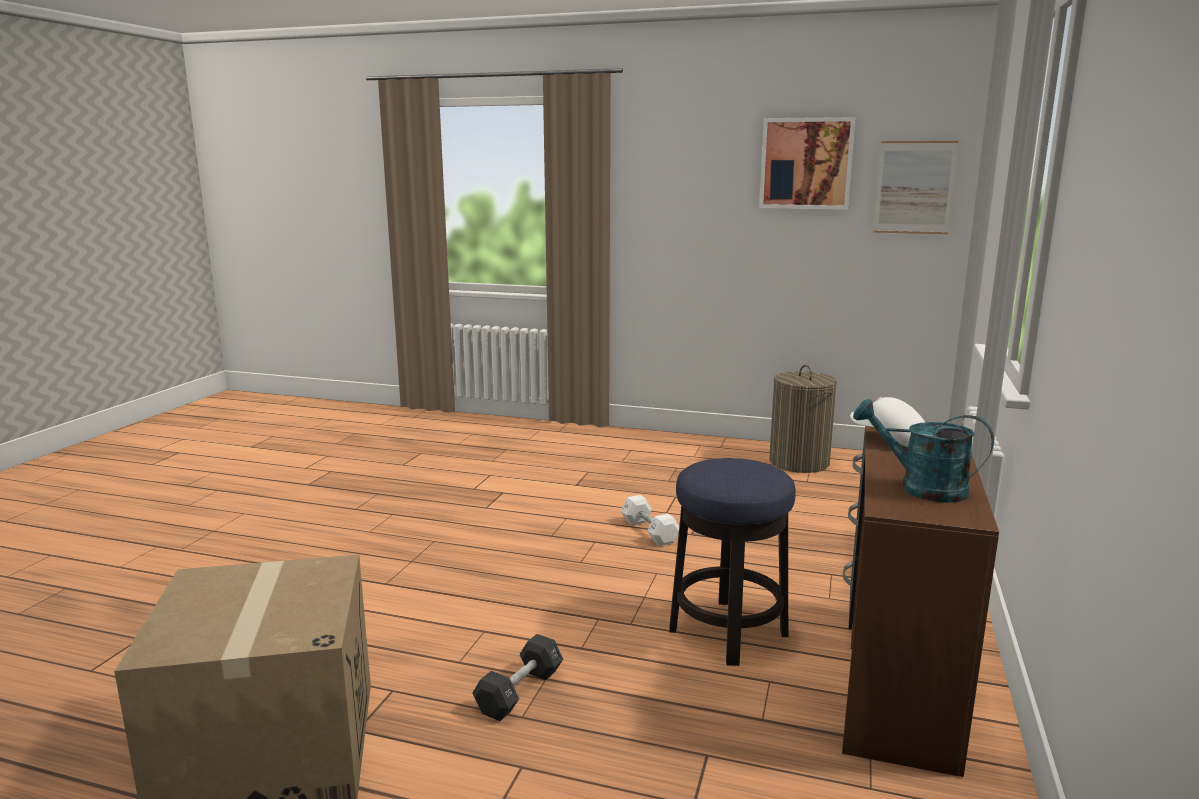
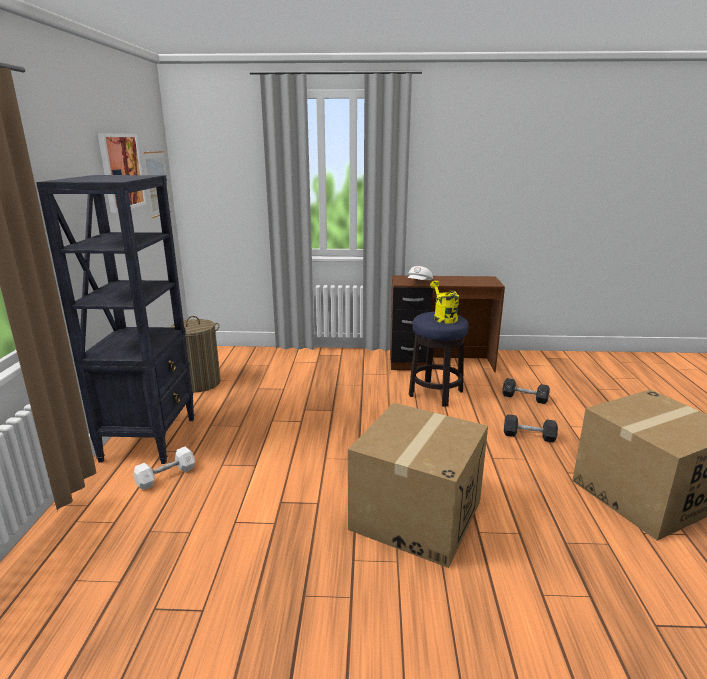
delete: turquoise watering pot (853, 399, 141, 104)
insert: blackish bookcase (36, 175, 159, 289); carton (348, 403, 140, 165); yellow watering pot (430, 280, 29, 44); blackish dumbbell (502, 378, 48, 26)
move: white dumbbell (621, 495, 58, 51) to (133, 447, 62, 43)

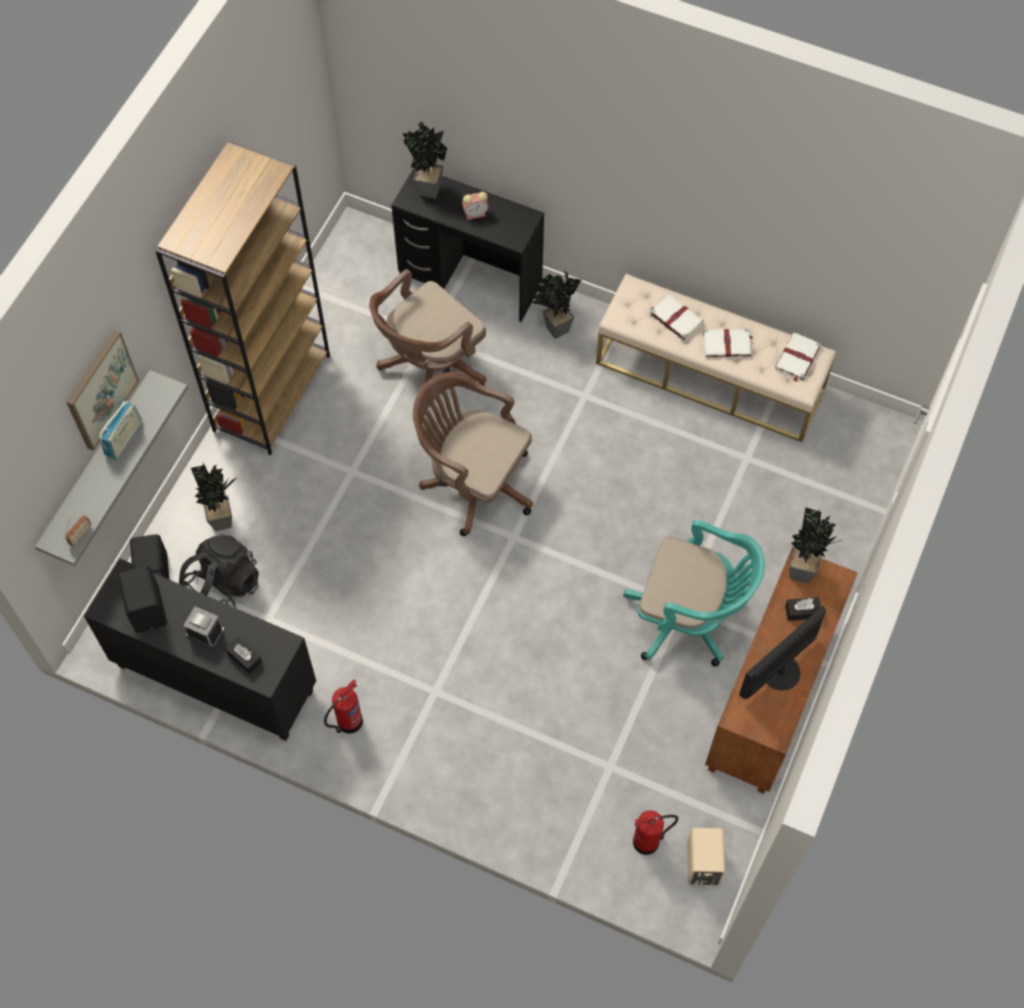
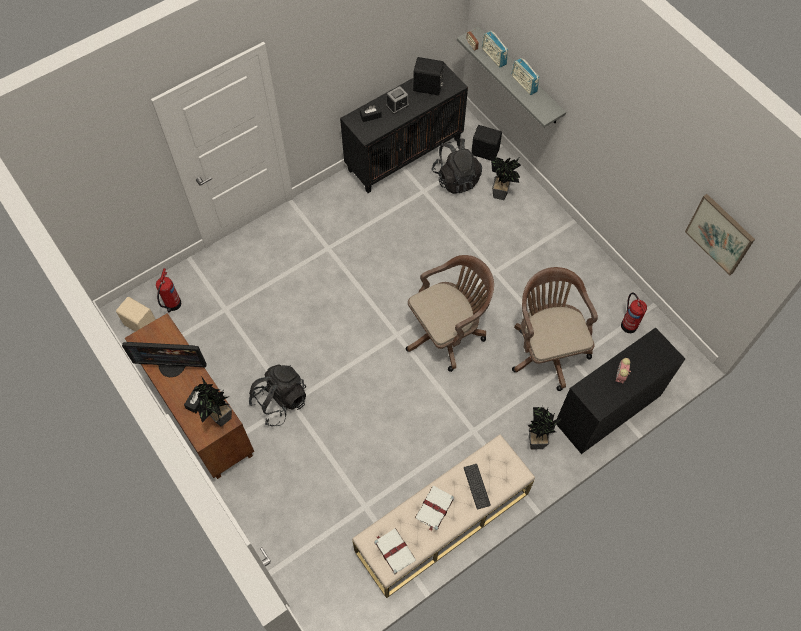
delete: brown bookcase (155, 141, 175, 314); plant in a pot (402, 122, 45, 77)
insert: radio (482, 31, 26, 37)
move: wall art (66, 330, 73, 121) to (685, 194, 70, 82); fire extinguisher (324, 680, 39, 54) to (621, 293, 26, 40)
replace: turquoise desk chair (623, 520, 142, 147) to blackish rucksack (249, 364, 57, 62); white book (650, 294, 53, 46) to computer keyboard (464, 464, 27, 46)
rotate: computer screen (739, 606, 87, 93) = (122, 342, 85, 35) 105 degrees clockwise

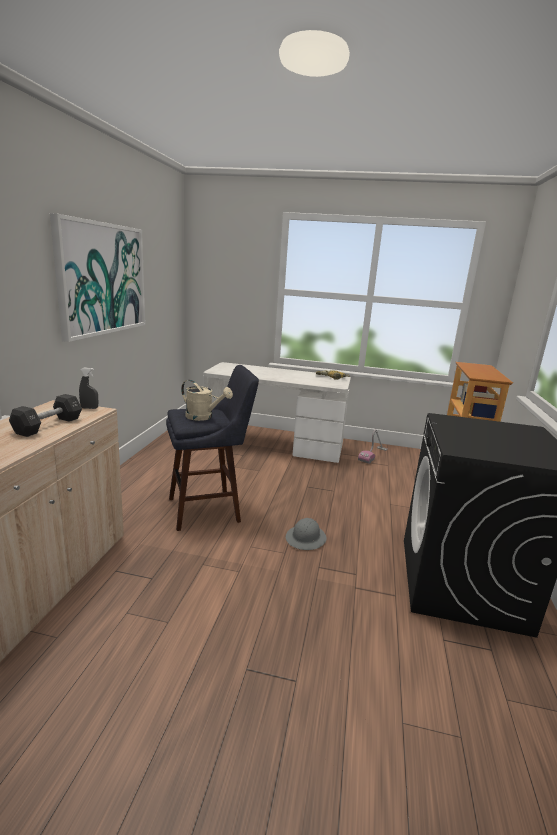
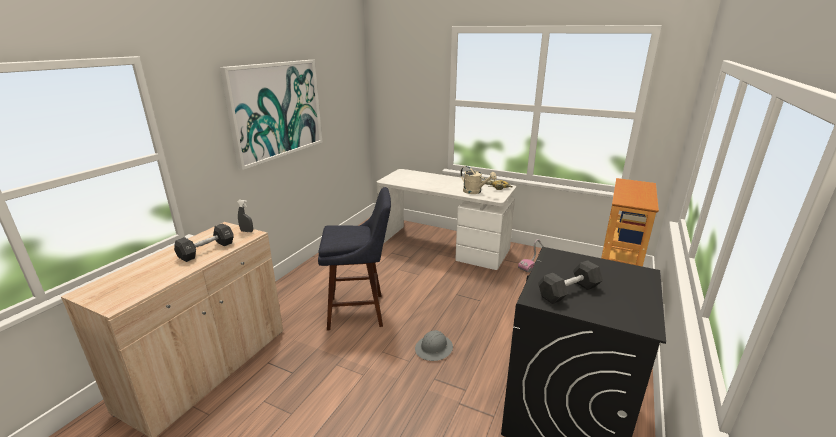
insert: blackish dumbbell (538, 260, 65, 44)
move: beige watering pot (181, 380, 52, 41) to (461, 166, 36, 28)

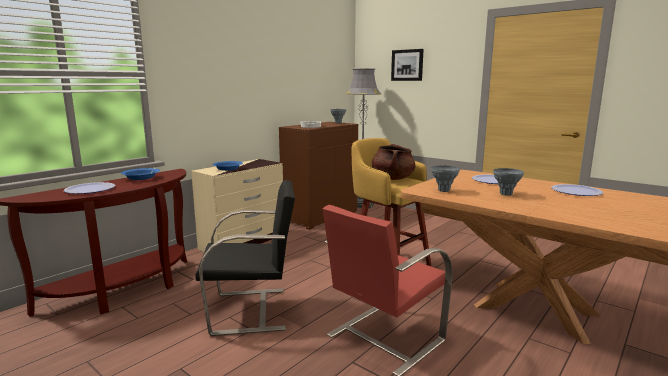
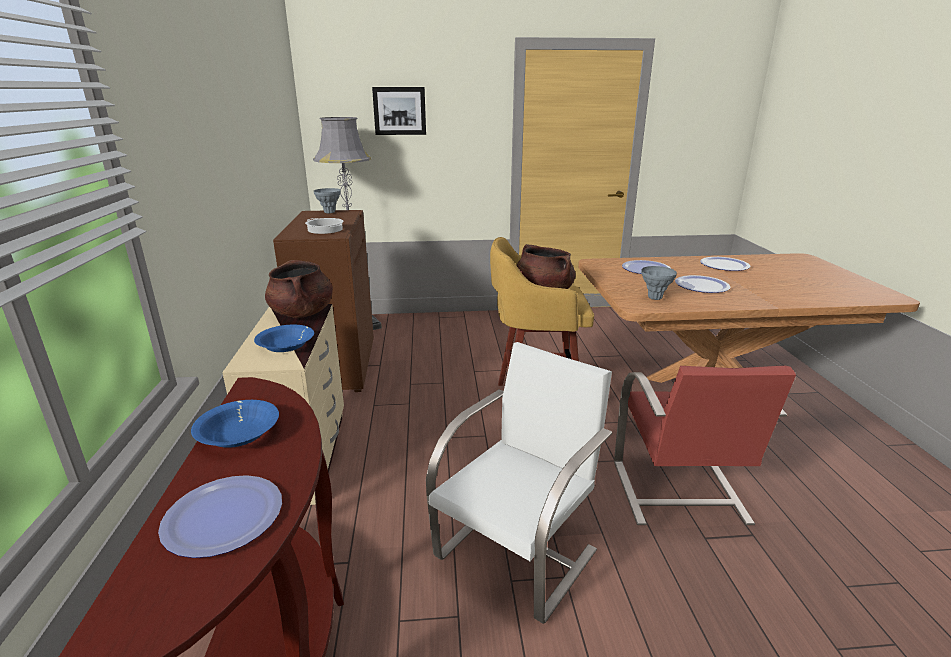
insert: brown stockpot (265, 260, 68, 58)
replace: greyish flower vase (493, 168, 31, 28) to flat dish (675, 275, 55, 18)
recolor: blackish upright chair (196, 180, 99, 156) to white upright chair (426, 342, 186, 282)

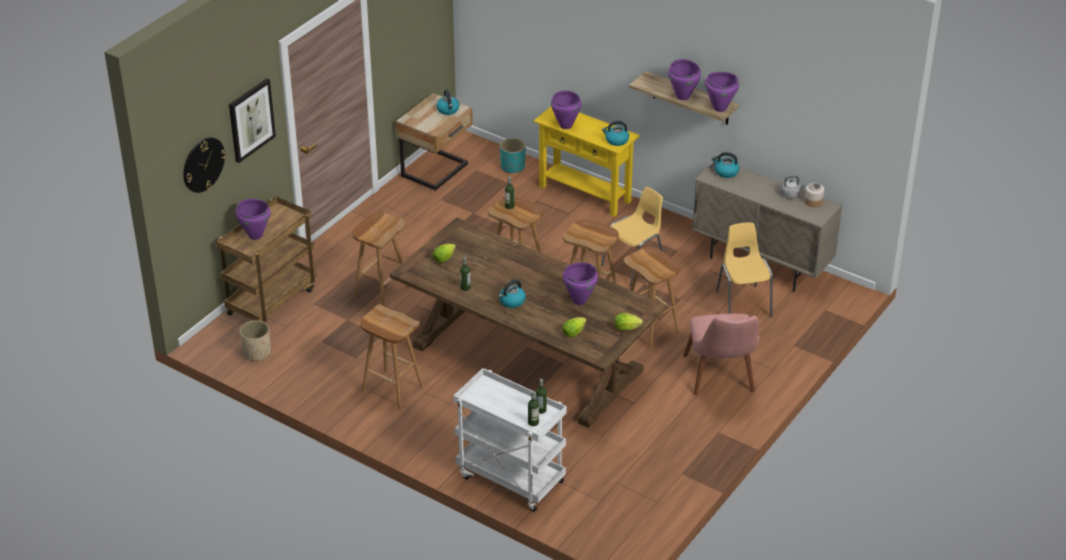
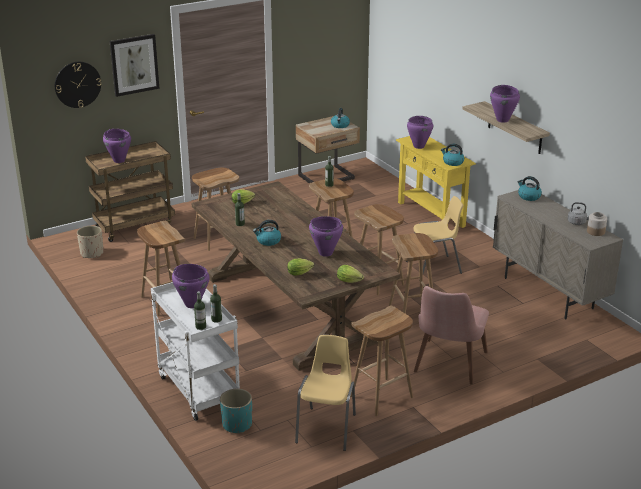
insert: brown stool (350, 305, 63, 111)
move: turquoise flower pot (500, 138, 26, 35) to (220, 389, 32, 44); purple-coloured stockpot (705, 72, 34, 40) to (172, 264, 38, 44); yellow upright chair (716, 223, 57, 94) to (295, 335, 61, 116)

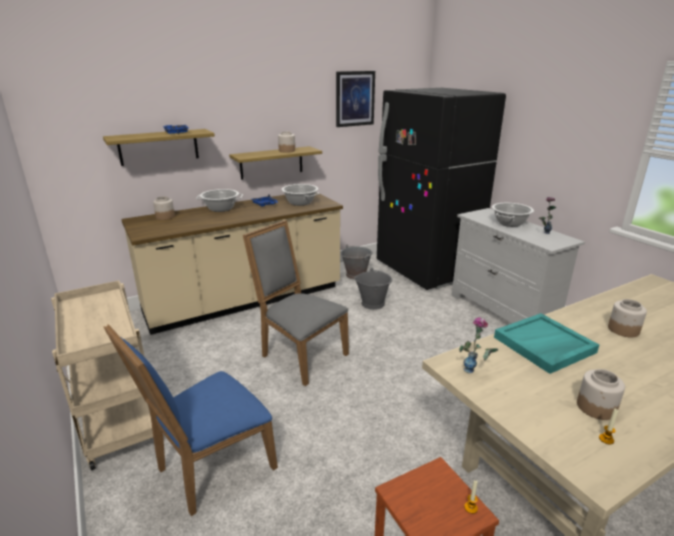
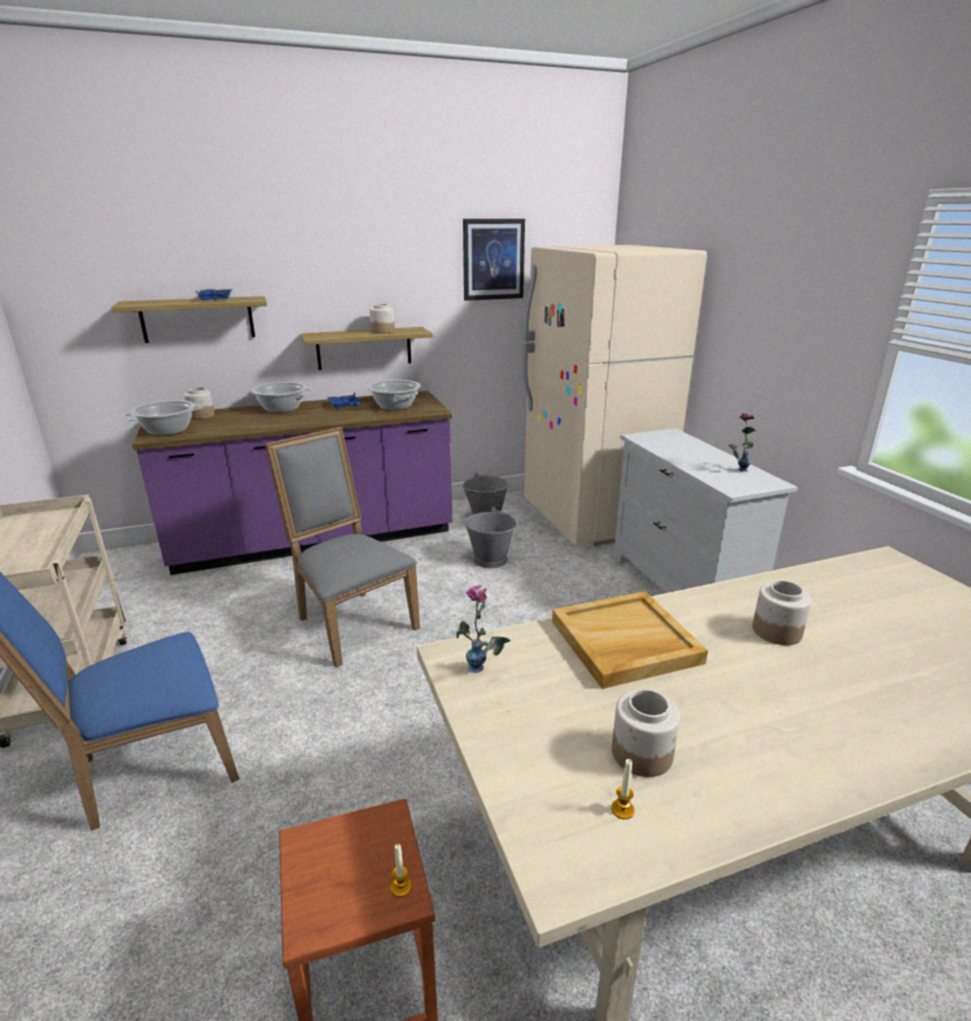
move: stockpot (492, 203, 42, 24) to (124, 400, 78, 36)
recolor: beige kitchen base unit (121, 193, 222, 142) to purple-coloured kitchen base unit (132, 391, 321, 184); blackish fridge (377, 88, 129, 202) to beige fridge (523, 245, 184, 301); turquoise carrying tray (494, 313, 105, 61) to beige carrying tray (552, 591, 156, 98)

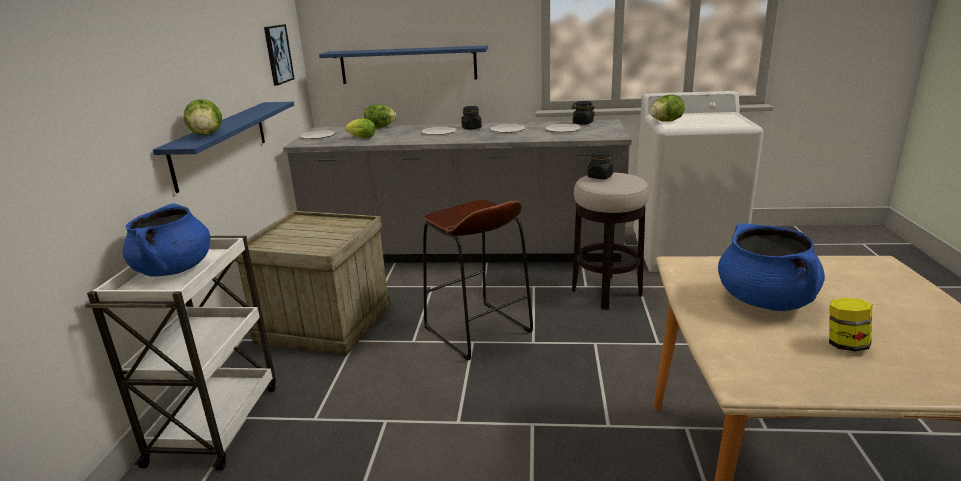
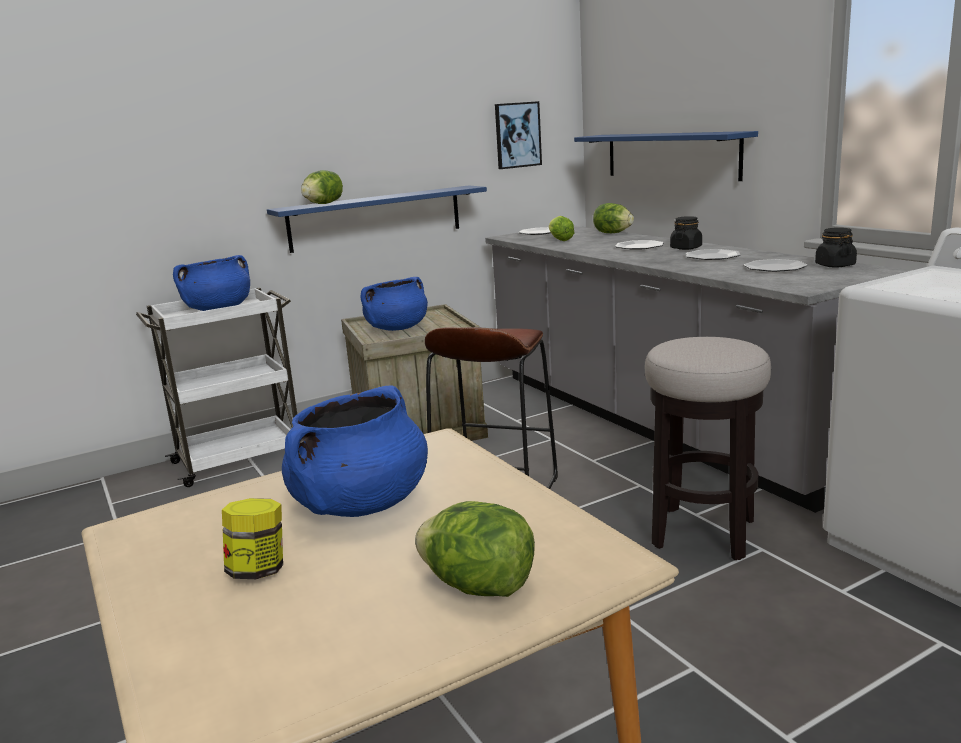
delete: blackish jar (587, 151, 26, 28)
insert: bluish stockpot (361, 277, 67, 54)
move: head of lettuce (650, 94, 35, 28) to (415, 501, 120, 96)

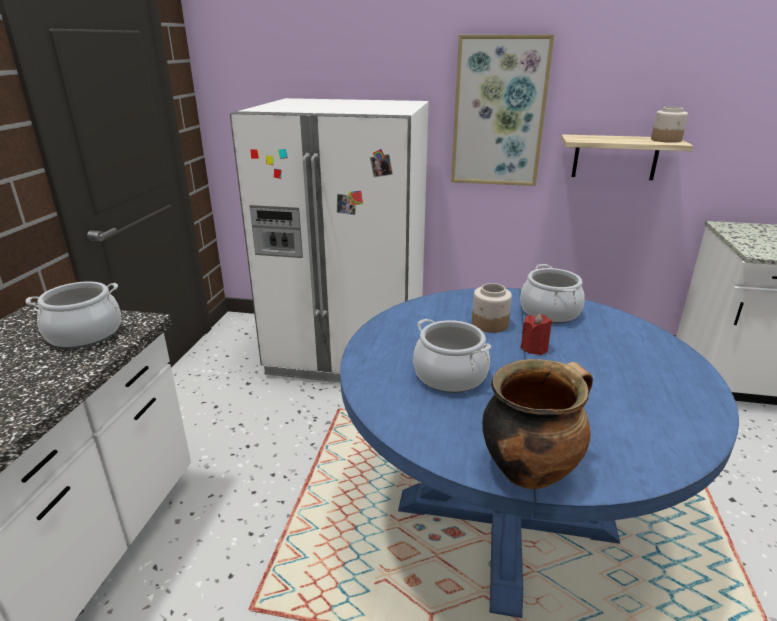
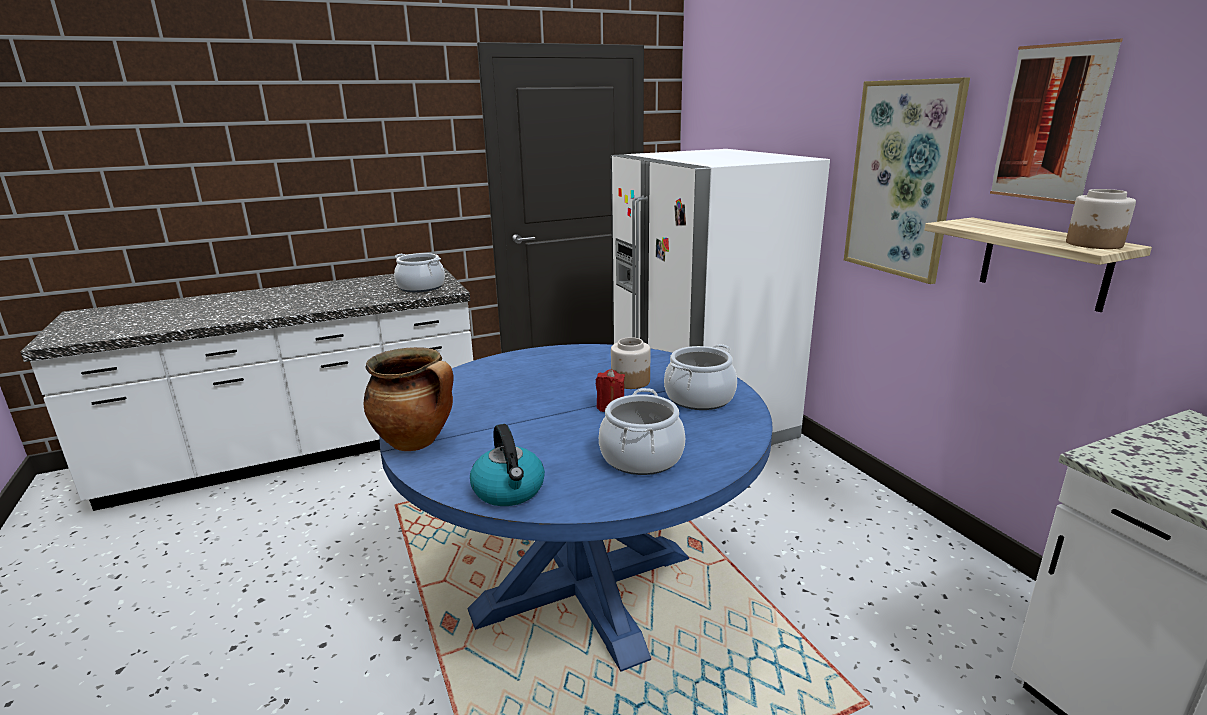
insert: kettle (470, 424, 75, 82); wall art (990, 39, 133, 165)
move: stockpot (413, 319, 78, 74) to (599, 388, 86, 87)

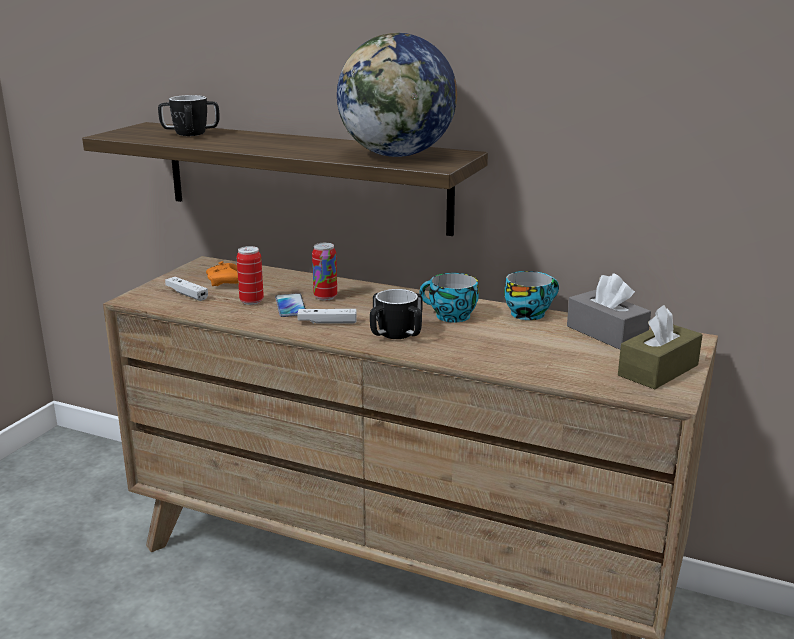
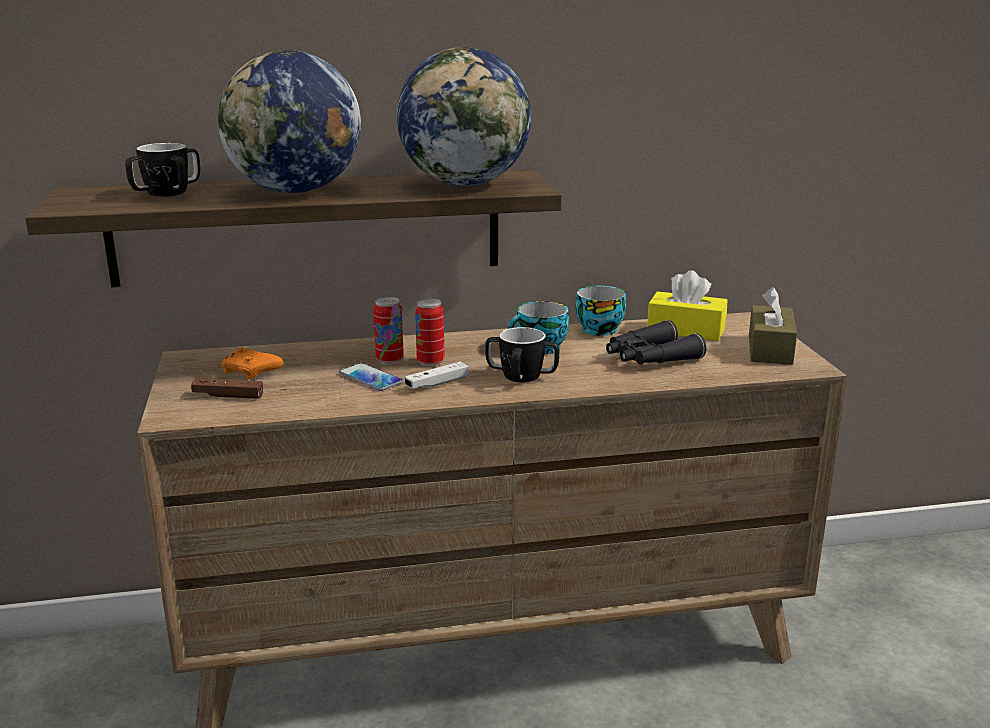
insert: world globe (218, 50, 143, 143); blackish pair of binoculars (606, 320, 100, 45)
move: can (236, 246, 28, 59) to (415, 298, 30, 68)
recolor: white game controller (165, 277, 43, 24) to brown game controller (191, 378, 72, 21); greyish tissue box (567, 273, 84, 77) to yellow tissue box (647, 270, 80, 71)

